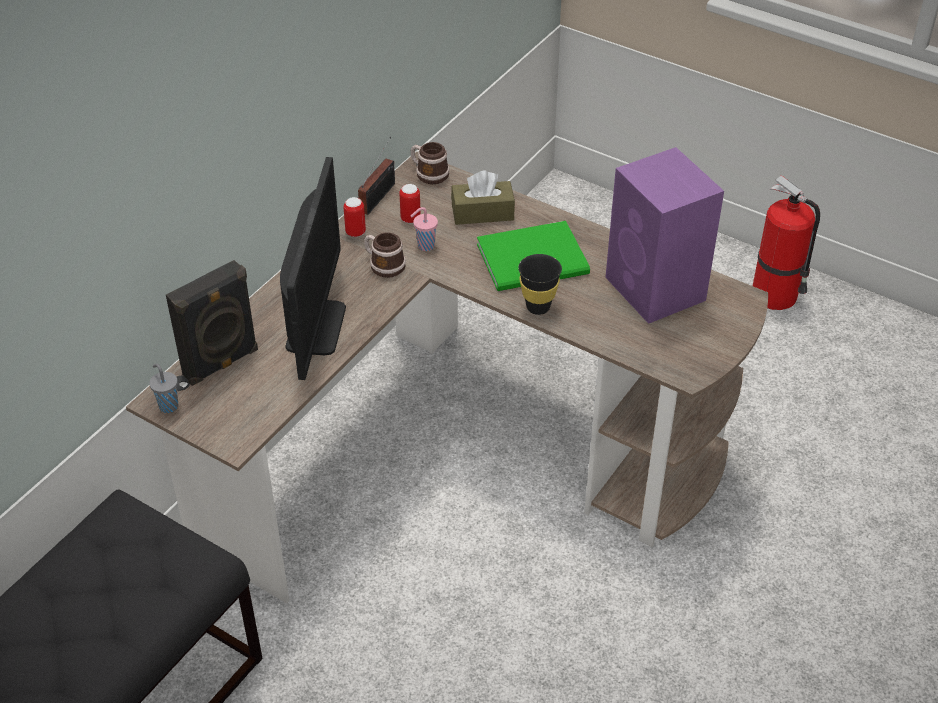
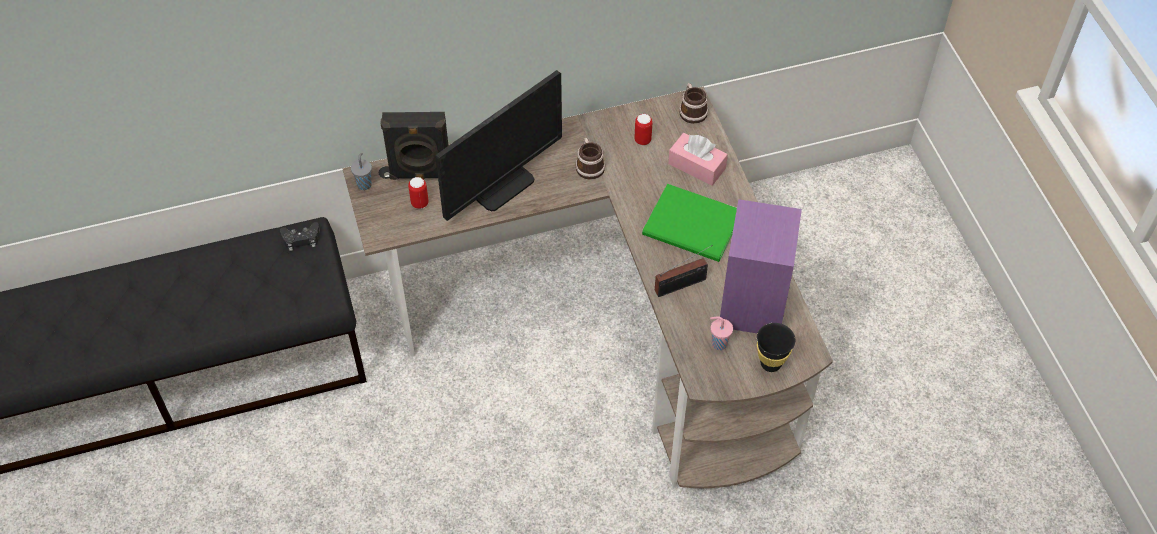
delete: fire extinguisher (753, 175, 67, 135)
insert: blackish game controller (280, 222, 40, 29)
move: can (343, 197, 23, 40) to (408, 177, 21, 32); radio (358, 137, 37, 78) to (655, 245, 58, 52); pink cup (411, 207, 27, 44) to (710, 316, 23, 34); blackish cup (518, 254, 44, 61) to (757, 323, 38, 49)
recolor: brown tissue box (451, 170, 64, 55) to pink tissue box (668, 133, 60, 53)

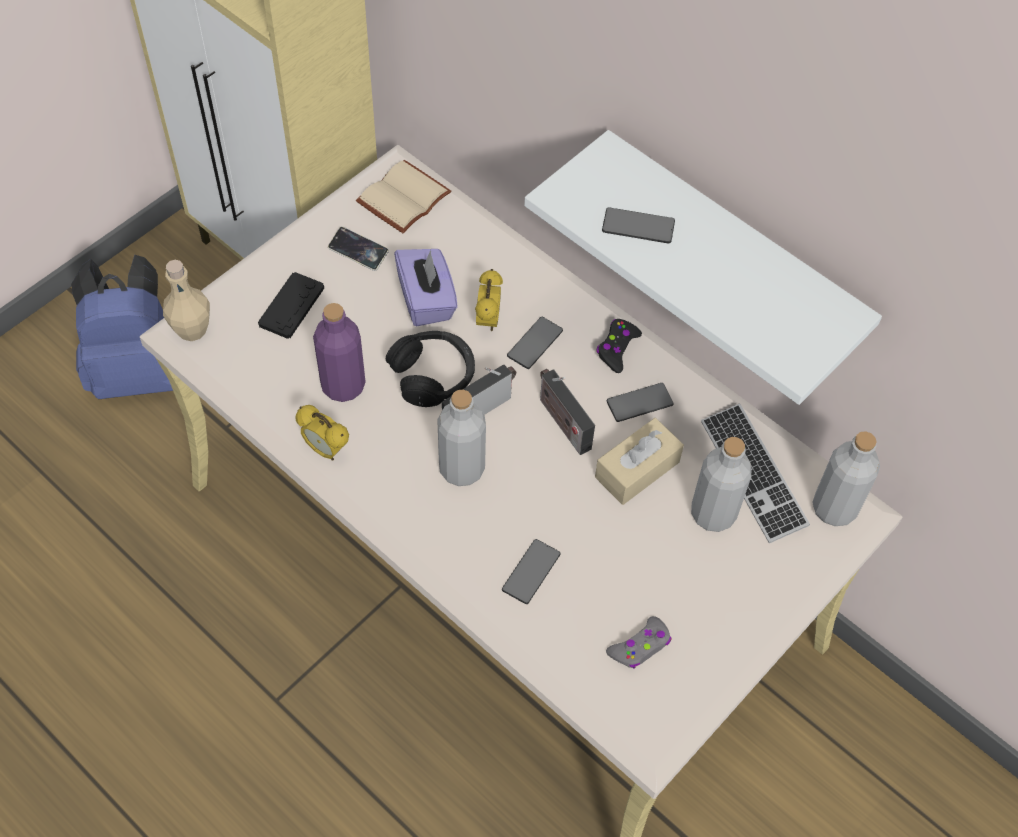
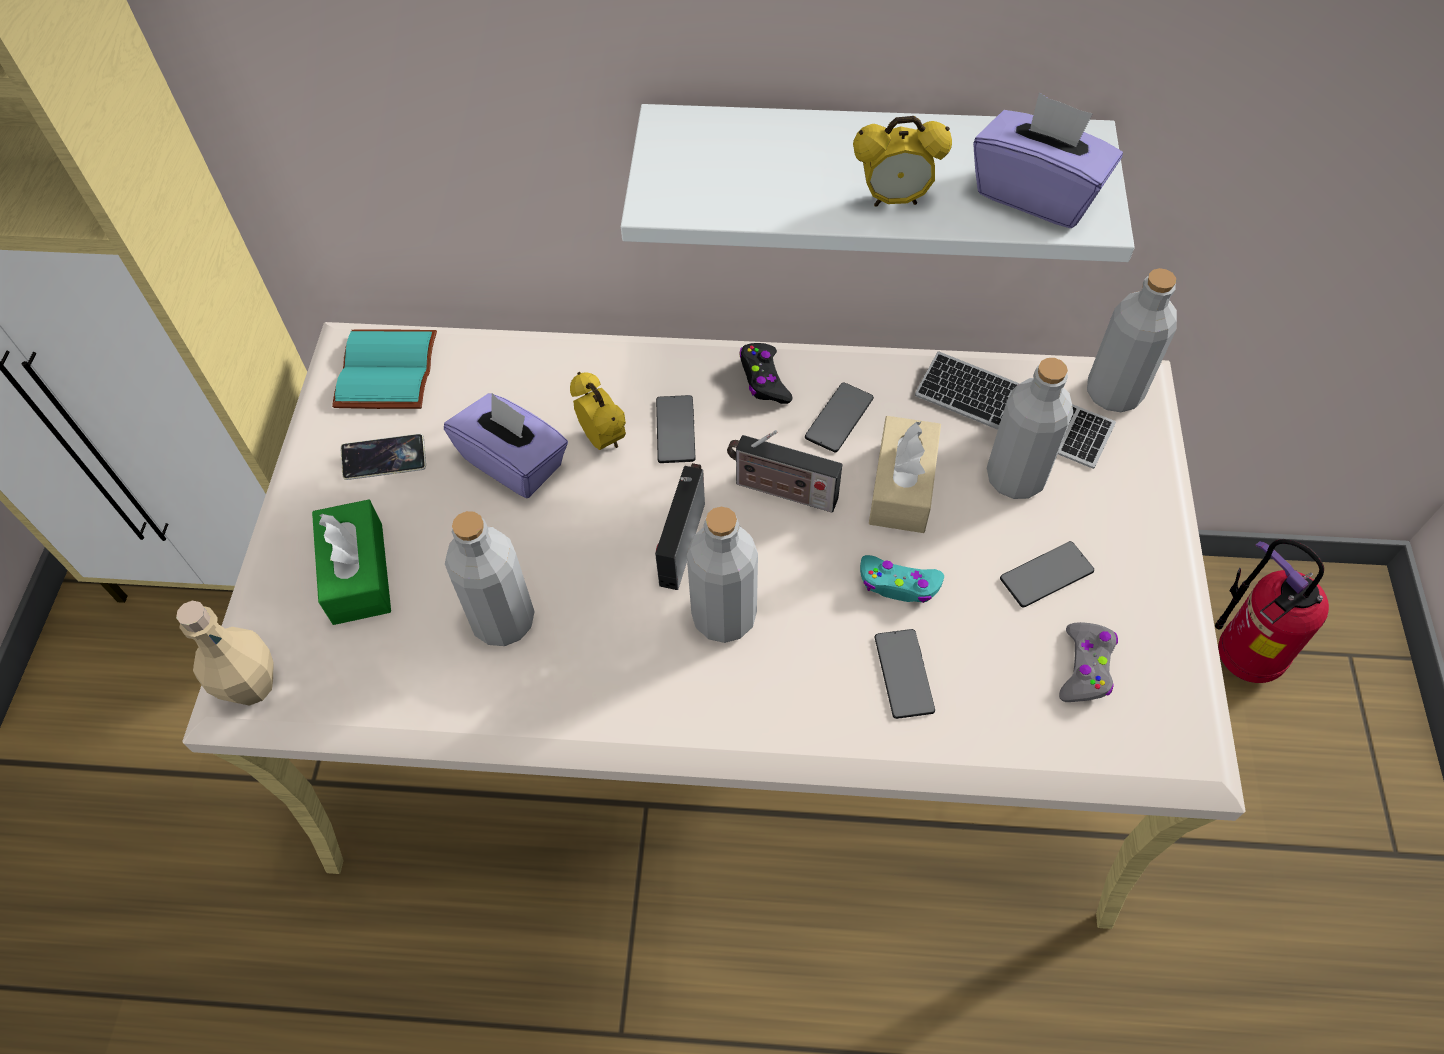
delete: bluish rucksack (71, 255, 102, 144); blackish headphones (386, 331, 89, 76)
insert: turquoise game controller (860, 555, 84, 48); purple-coloured tissue box (973, 92, 150, 136); fire extinguisher (1215, 539, 114, 144)
move: table clock (296, 405, 53, 56) to (853, 116, 99, 91); telephone (602, 207, 73, 37) to (1000, 541, 94, 66)
replace: blackish game controller (258, 272, 66, 67) to green-coloured tissue box (312, 500, 79, 125)
recolor: purple-coloured beverage bottle (313, 303, 53, 99) to greyish beverage bottle (445, 511, 90, 135); beige book (356, 160, 95, 73) to turquoise book (332, 330, 105, 79)

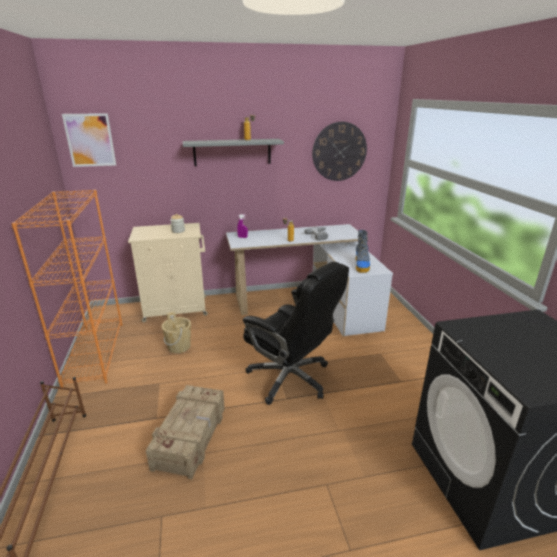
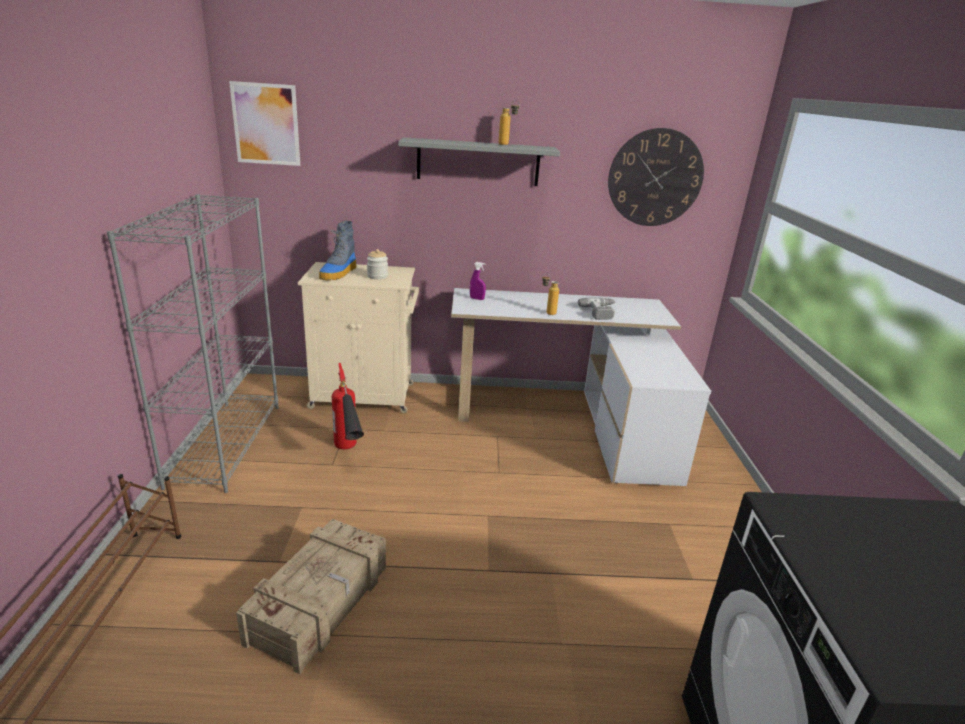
delete: blackish desk chair (243, 262, 106, 143)
move: boot (356, 230, 14, 43) to (319, 221, 38, 60)
replace: beige water bucket (162, 312, 29, 41) to fire extinguisher (332, 363, 32, 86)
recolor: orange bookcase (11, 190, 112, 198) to greyish bookcase (107, 194, 172, 299)

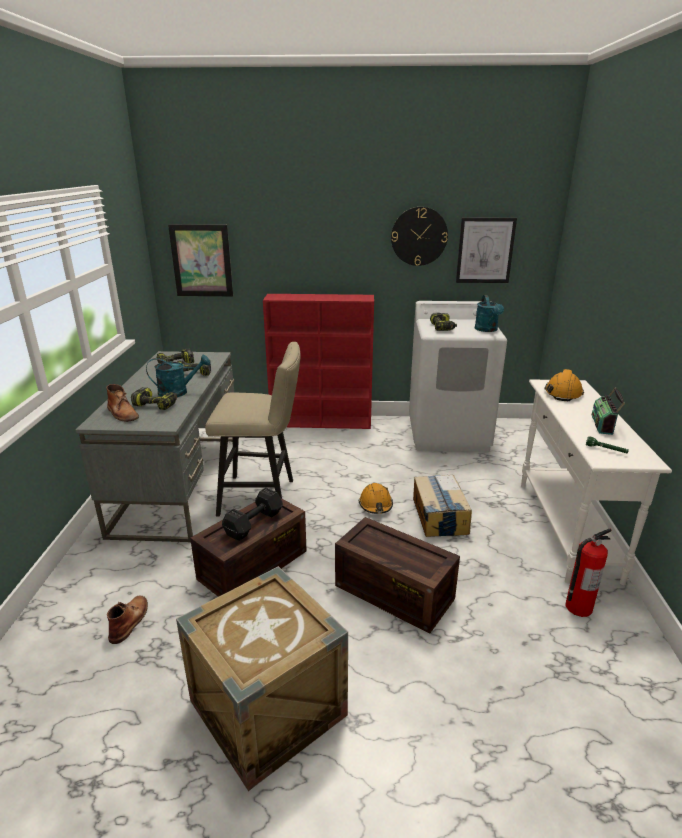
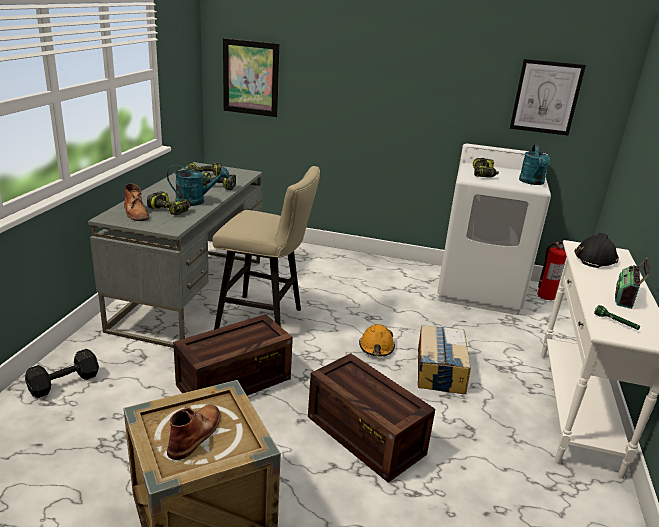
delete: reddish bookcase (263, 294, 111, 135); hanging clock (391, 207, 57, 59)
move: brown boot (107, 595, 41, 49) to (167, 404, 53, 56); blackish dumbbell (222, 488, 61, 53) to (25, 349, 74, 49); fire extinguisher (565, 528, 46, 89) to (537, 239, 34, 61)
recolor: orange work helmet (544, 369, 40, 32) to blackish work helmet (575, 233, 44, 35)

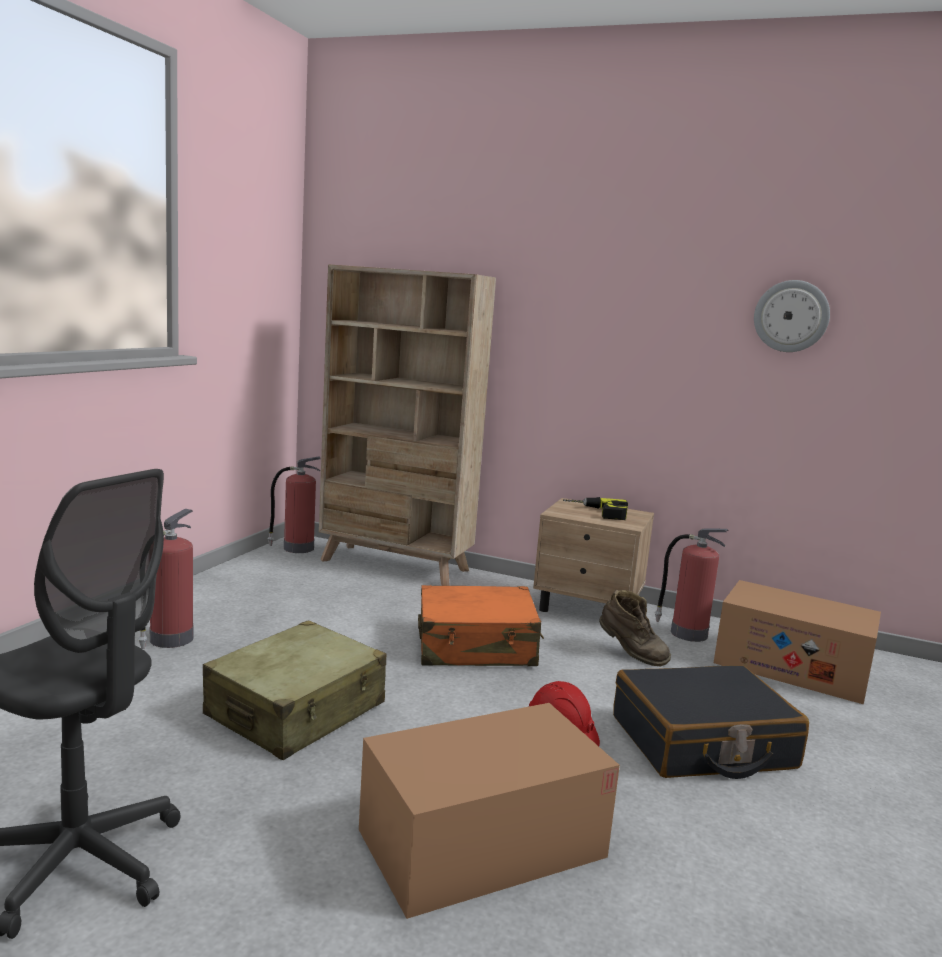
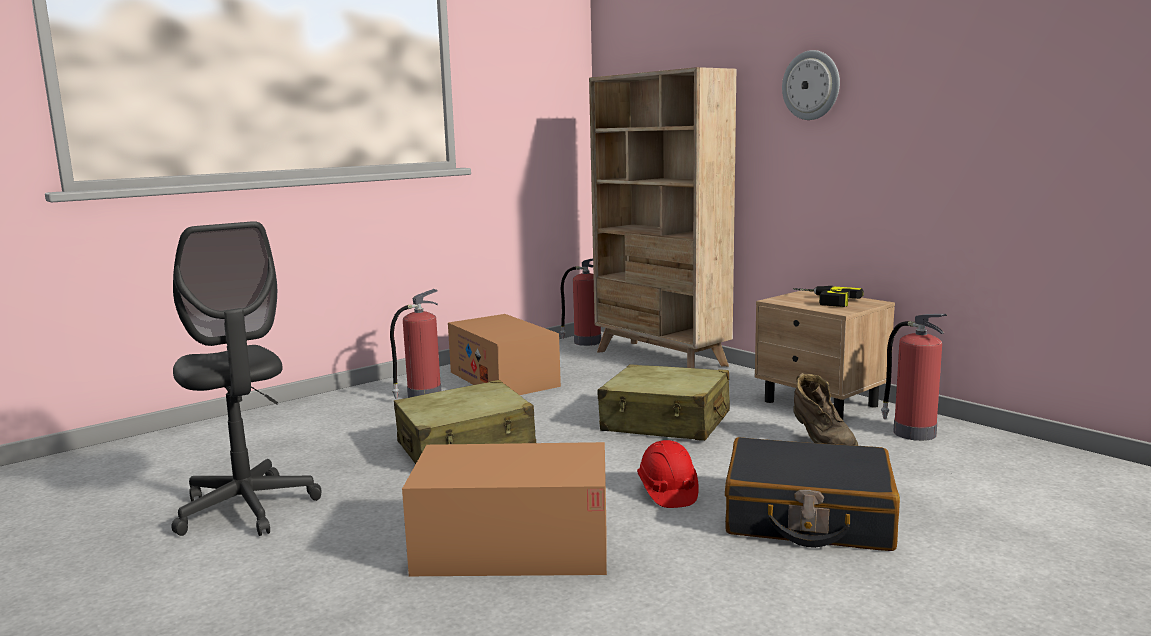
move: carton (714, 580, 167, 124) to (448, 314, 113, 81); hanging clock (754, 280, 76, 72) to (782, 50, 58, 70)
recolor: orange travel case (418, 585, 126, 81) to beige travel case (598, 364, 132, 77)

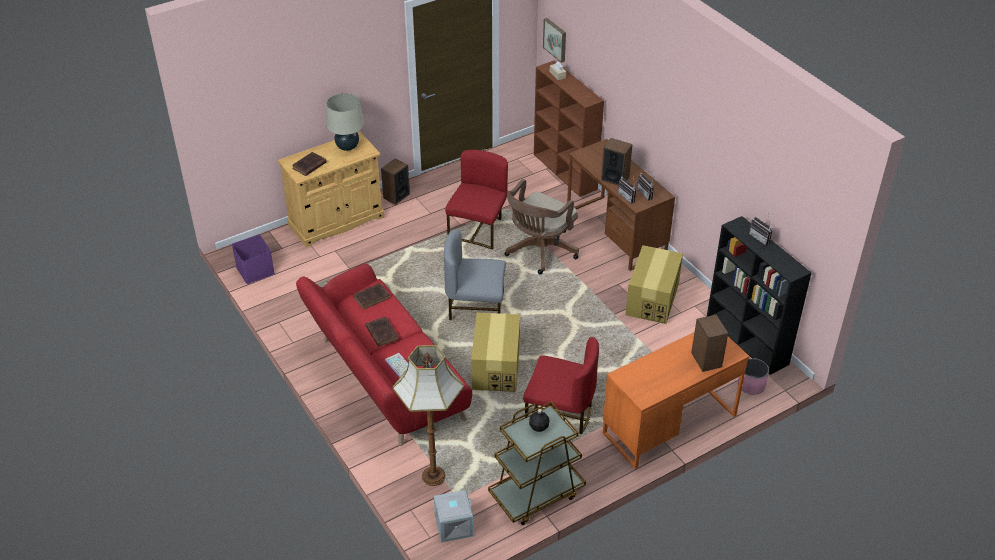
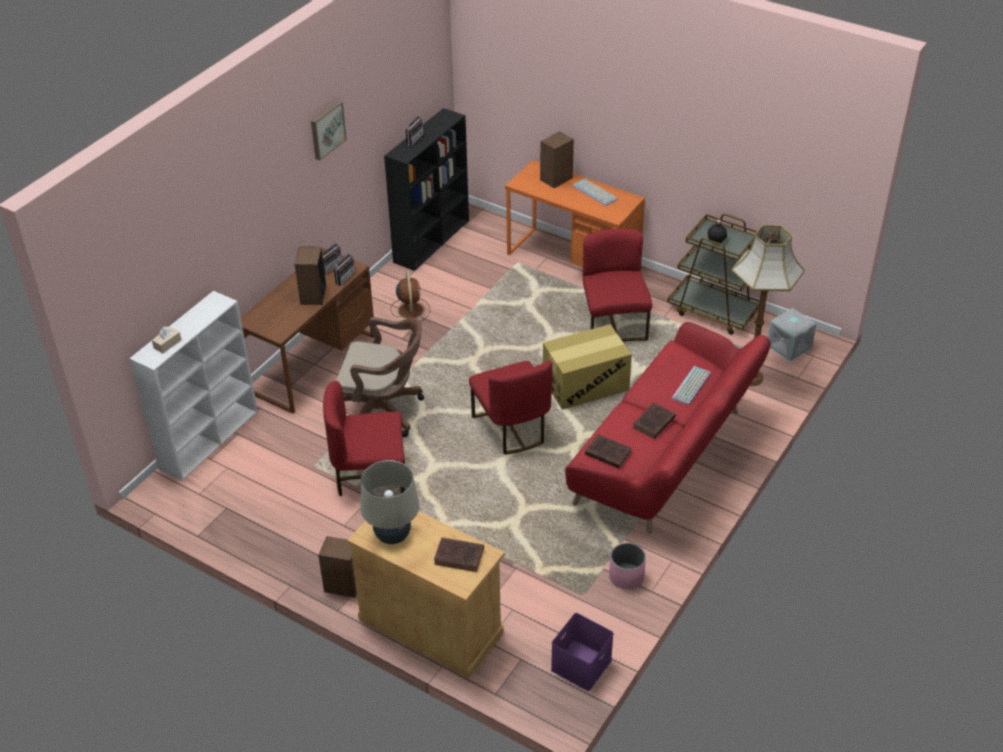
insert: computer keyboard (573, 178, 45, 28)
move: wall art (543, 18, 23, 45) to (311, 101, 36, 59); pink flower pot (738, 358, 31, 37) to (609, 543, 37, 46)
replace: carton (625, 245, 58, 79) to brown fan (390, 270, 40, 51)
recolor: greyish upright chair (444, 229, 62, 91) to reddish upright chair (469, 360, 83, 95); brown bookcase (534, 60, 70, 137) to white bookcase (129, 291, 129, 190)

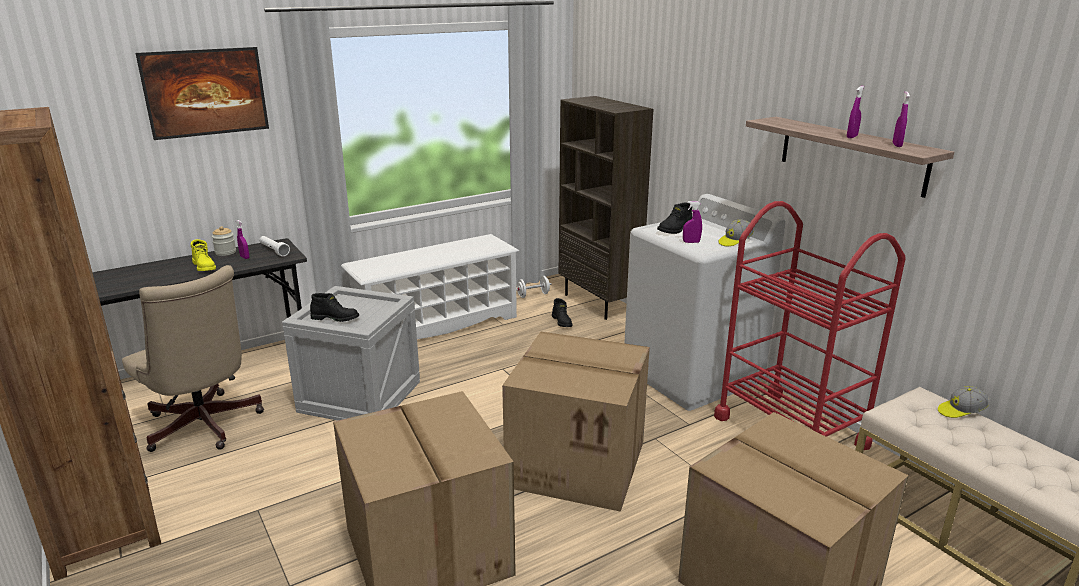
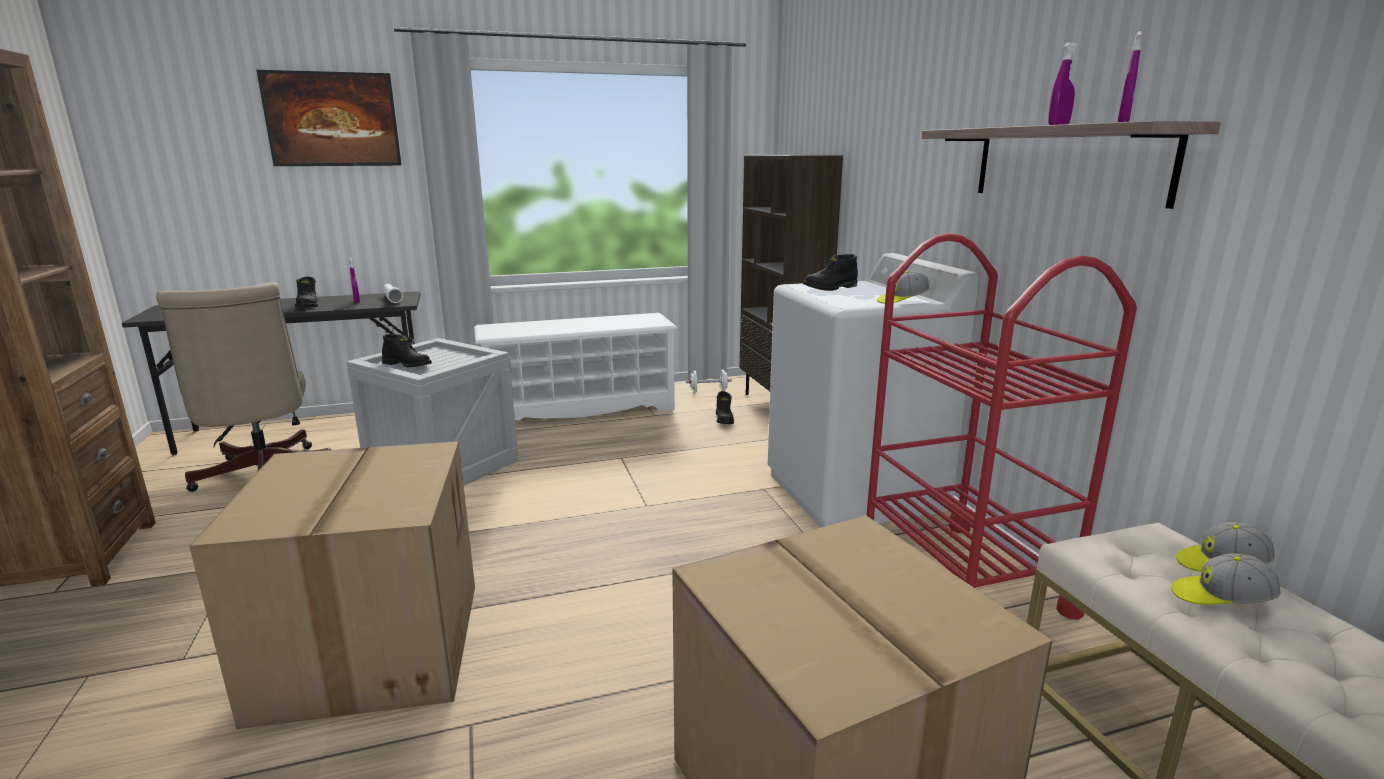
delete: jar (212, 226, 24, 30); carton (502, 332, 148, 180); purple-coloured spray bottle (683, 201, 19, 42)
insert: peaked cap (1171, 553, 110, 52)
recolor: yellow boot (191, 239, 25, 32) to blackish boot (295, 277, 23, 30)

